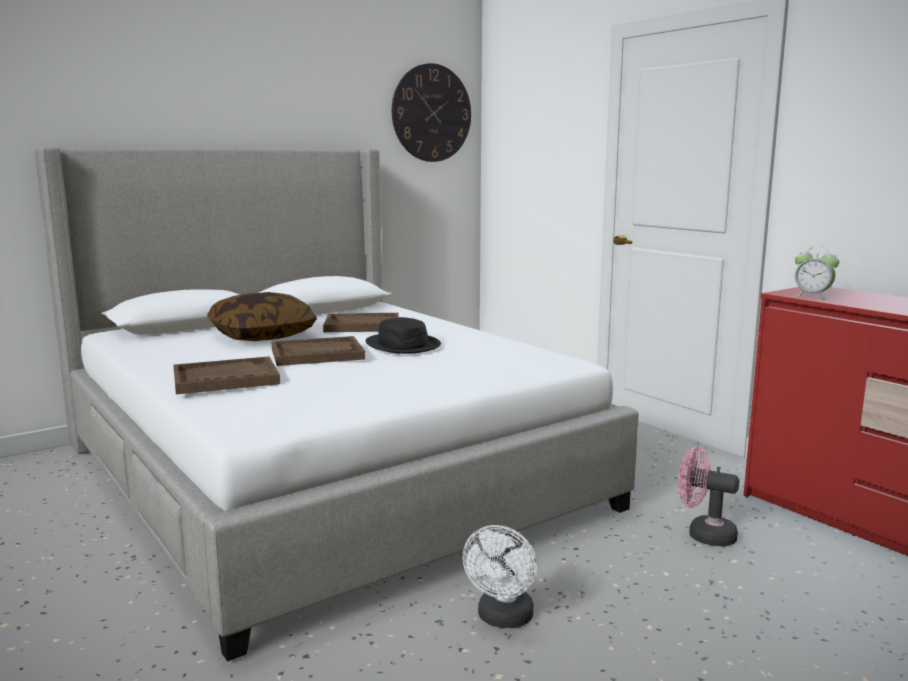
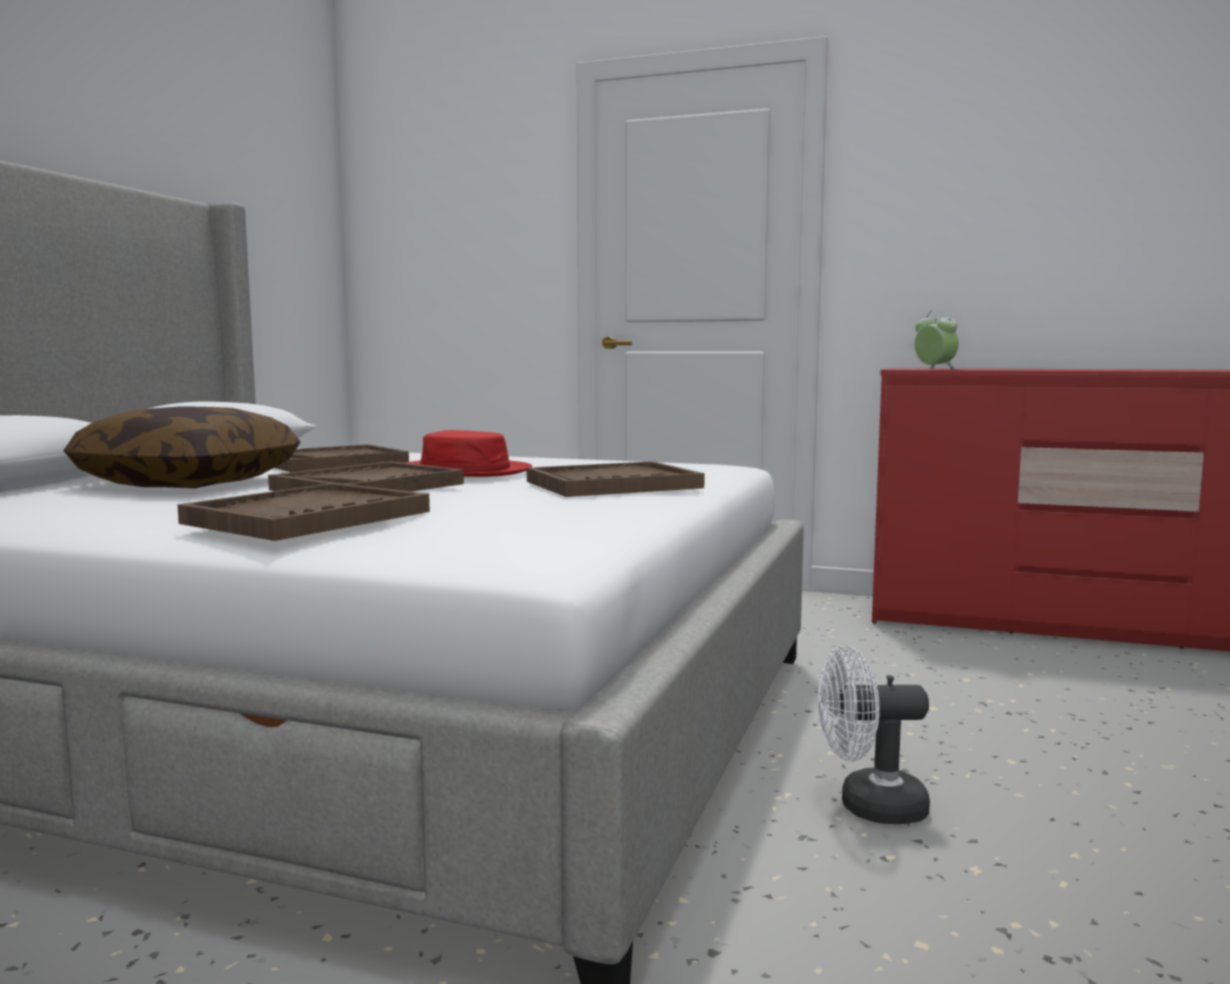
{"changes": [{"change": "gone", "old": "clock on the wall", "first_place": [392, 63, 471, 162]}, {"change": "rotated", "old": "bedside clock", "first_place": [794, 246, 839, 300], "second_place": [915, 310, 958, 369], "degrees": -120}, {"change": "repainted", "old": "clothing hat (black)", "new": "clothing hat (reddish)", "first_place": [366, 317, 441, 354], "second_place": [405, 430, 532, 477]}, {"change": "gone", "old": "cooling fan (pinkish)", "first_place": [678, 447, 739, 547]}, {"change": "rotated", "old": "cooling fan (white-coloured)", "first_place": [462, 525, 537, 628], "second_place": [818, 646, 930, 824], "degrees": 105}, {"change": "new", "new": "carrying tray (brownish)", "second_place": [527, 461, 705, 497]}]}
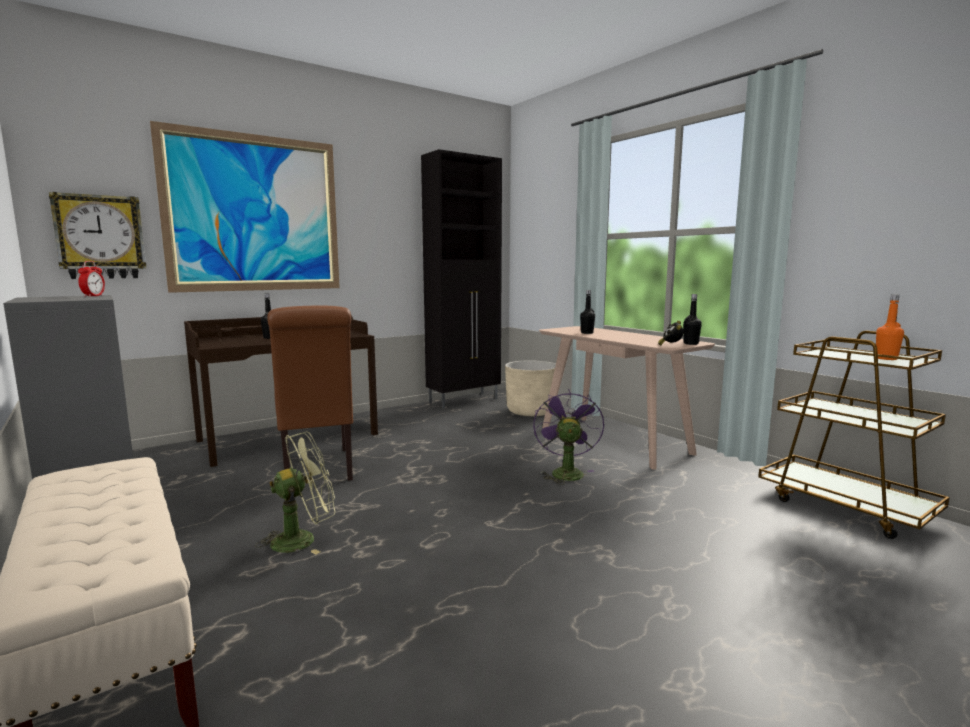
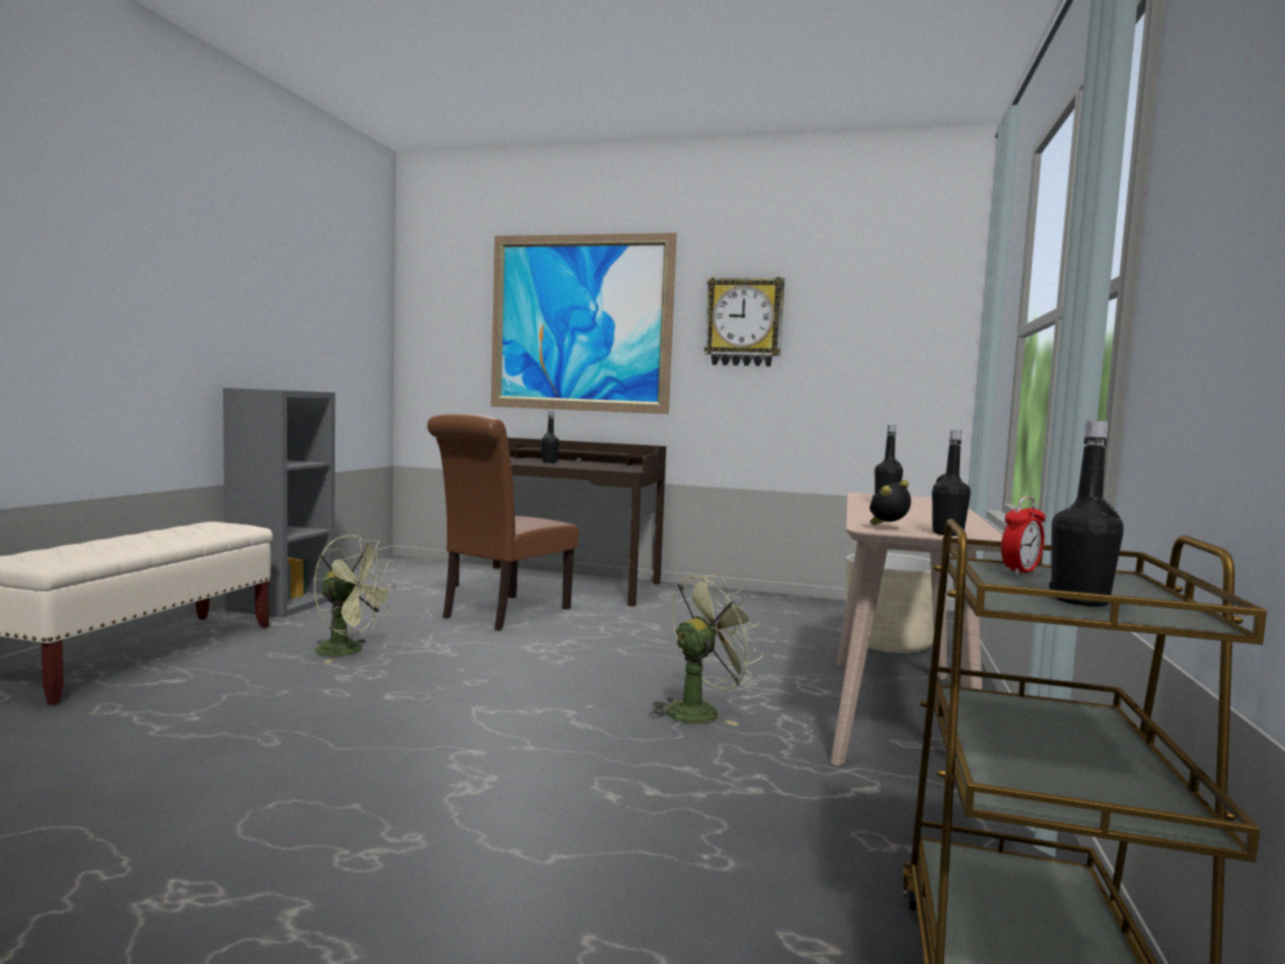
{"changes": [{"change": "gone", "old": "cupboard (black)", "first_place": [421, 149, 502, 409]}, {"change": "shifted", "old": "clock on the wall", "first_place": [49, 192, 146, 279], "second_place": [704, 277, 785, 366]}, {"change": "shifted", "old": "bedside clock", "first_place": [78, 261, 105, 297], "second_place": [1001, 496, 1045, 575]}, {"change": "repainted", "old": "bottle (orangey)", "new": "bottle (black)", "first_place": [876, 294, 904, 360], "second_place": [1050, 421, 1123, 606]}, {"change": "repainted", "old": "cooling fan (purple)", "new": "cooling fan (green)", "first_place": [533, 389, 604, 485], "second_place": [649, 573, 763, 726]}]}
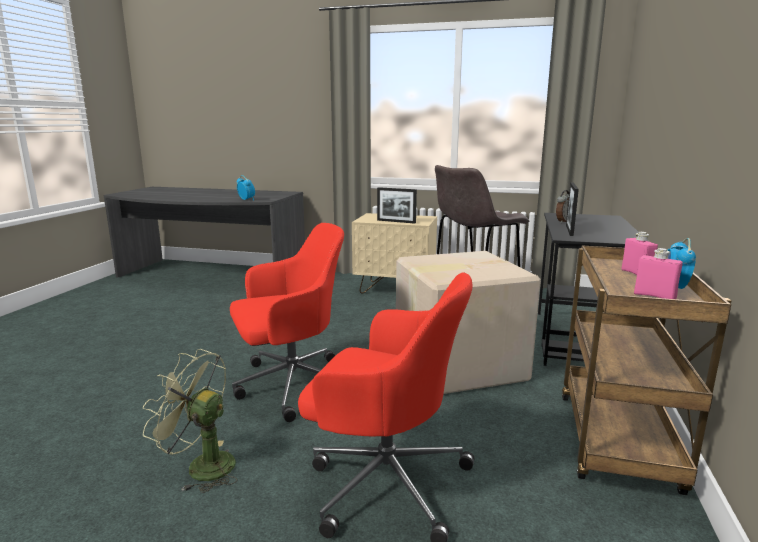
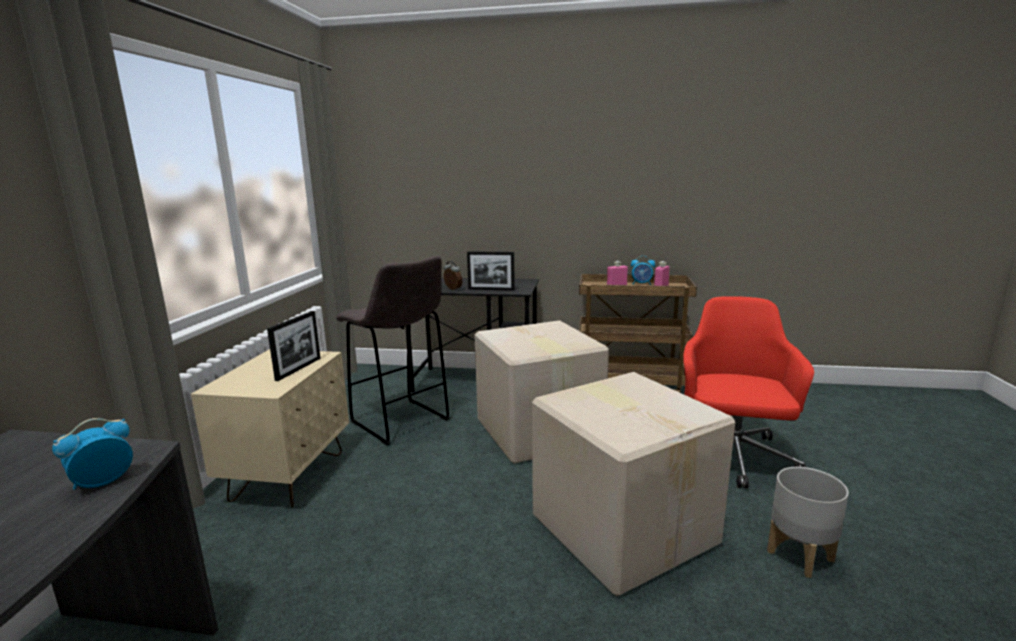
{"changes": [{"change": "swapped", "old": "office chair (reddish)", "new": "packing box", "first_place": [230, 223, 344, 422], "second_place": [532, 372, 735, 596]}, {"change": "swapped", "old": "cooling fan (green)", "new": "plant pot (greyish)", "first_place": [143, 349, 237, 493], "second_place": [767, 467, 849, 578]}]}
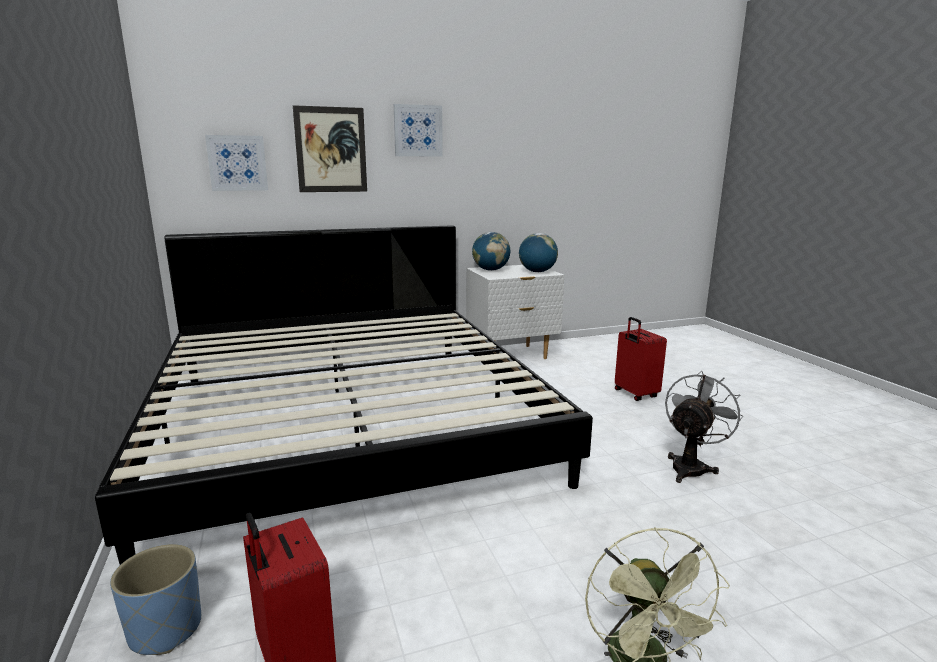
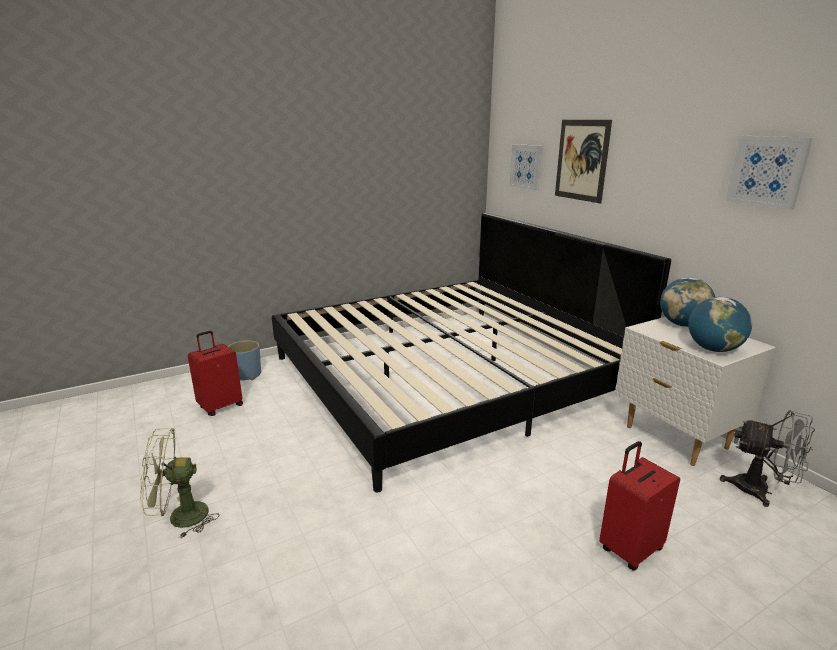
{"changes": [{"change": "shifted", "old": "picture", "first_place": [394, 104, 443, 157], "second_place": [725, 136, 813, 210]}, {"change": "shifted", "old": "cooling fan (greyish)", "first_place": [665, 371, 743, 483], "second_place": [720, 410, 815, 507]}]}
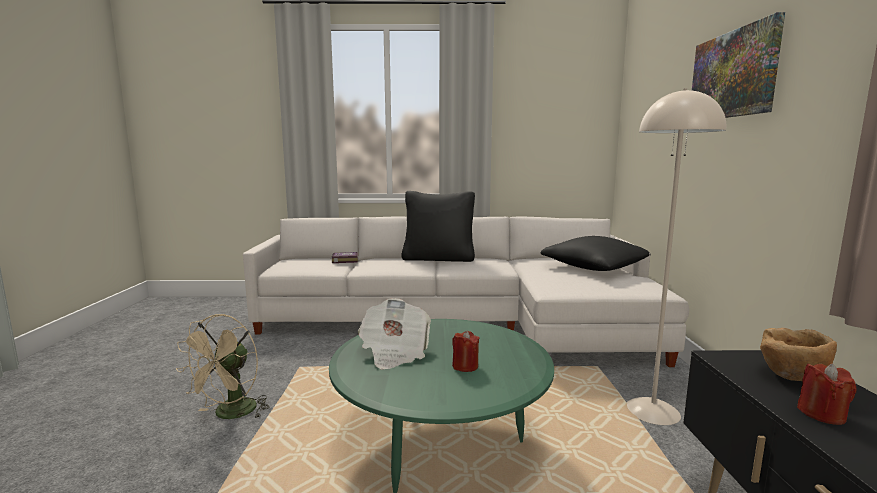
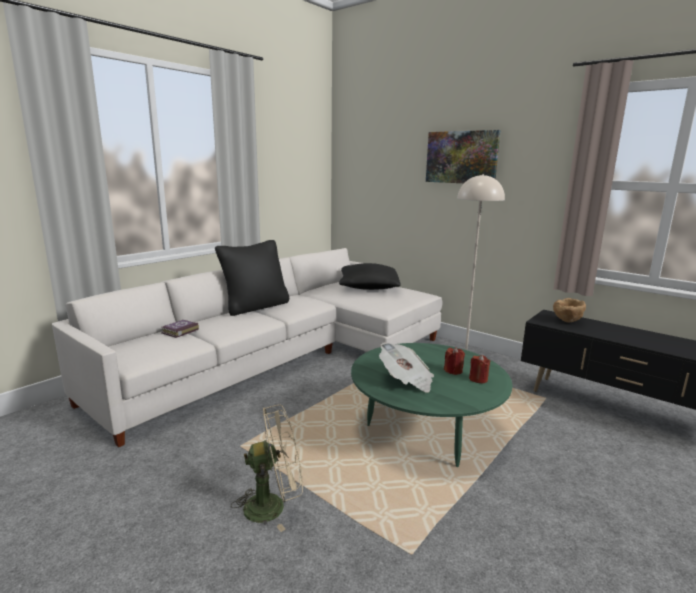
{"changes": [{"change": "rotated", "old": "cooling fan (sand-coloured)", "first_place": [176, 314, 270, 419], "second_place": [231, 404, 303, 532], "degrees": -75}, {"change": "shifted", "old": "wax candle (reddish)", "first_place": [797, 364, 856, 425], "second_place": [469, 355, 491, 383]}]}
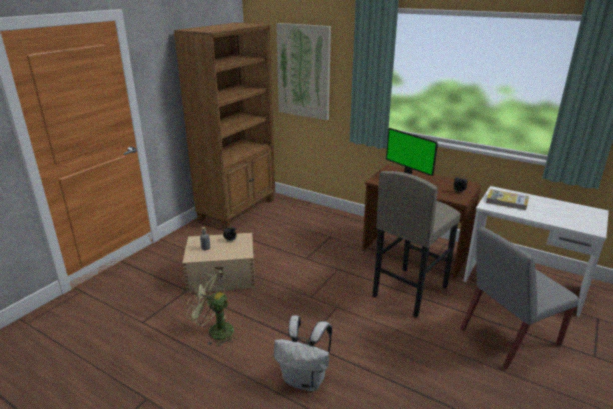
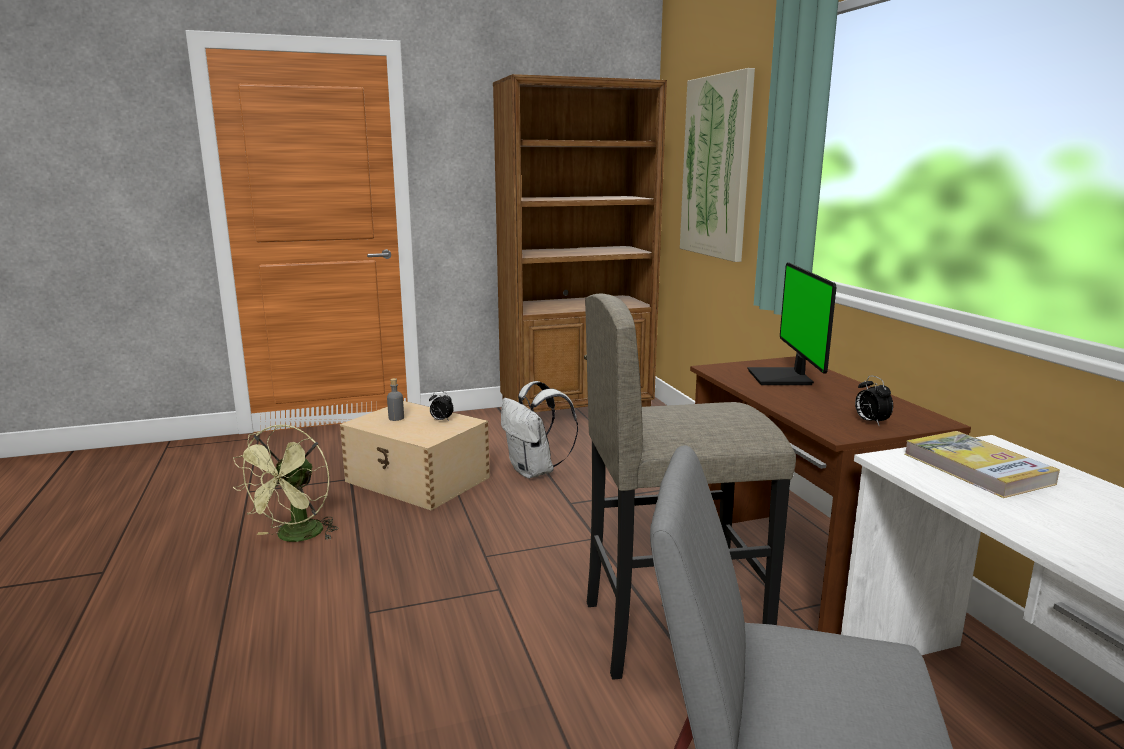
{"changes": [{"change": "rotated", "old": "cooling fan (green)", "first_place": [187, 268, 236, 346], "second_place": [233, 424, 339, 542], "degrees": -135}, {"change": "shifted", "old": "knapsack (white-coloured)", "first_place": [274, 315, 332, 391], "second_place": [501, 381, 578, 479]}]}
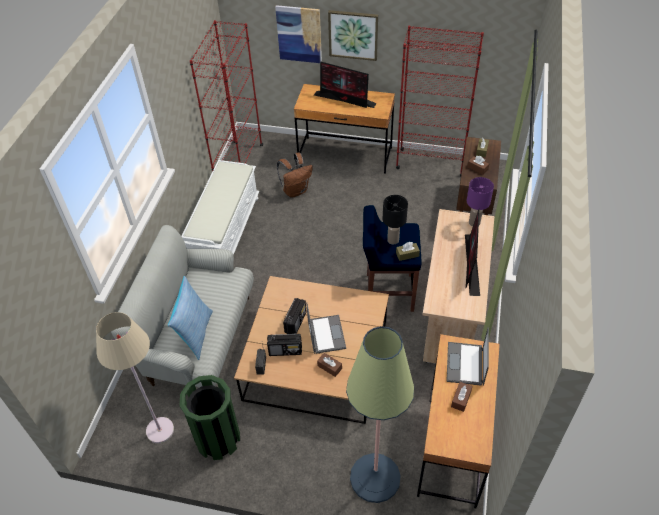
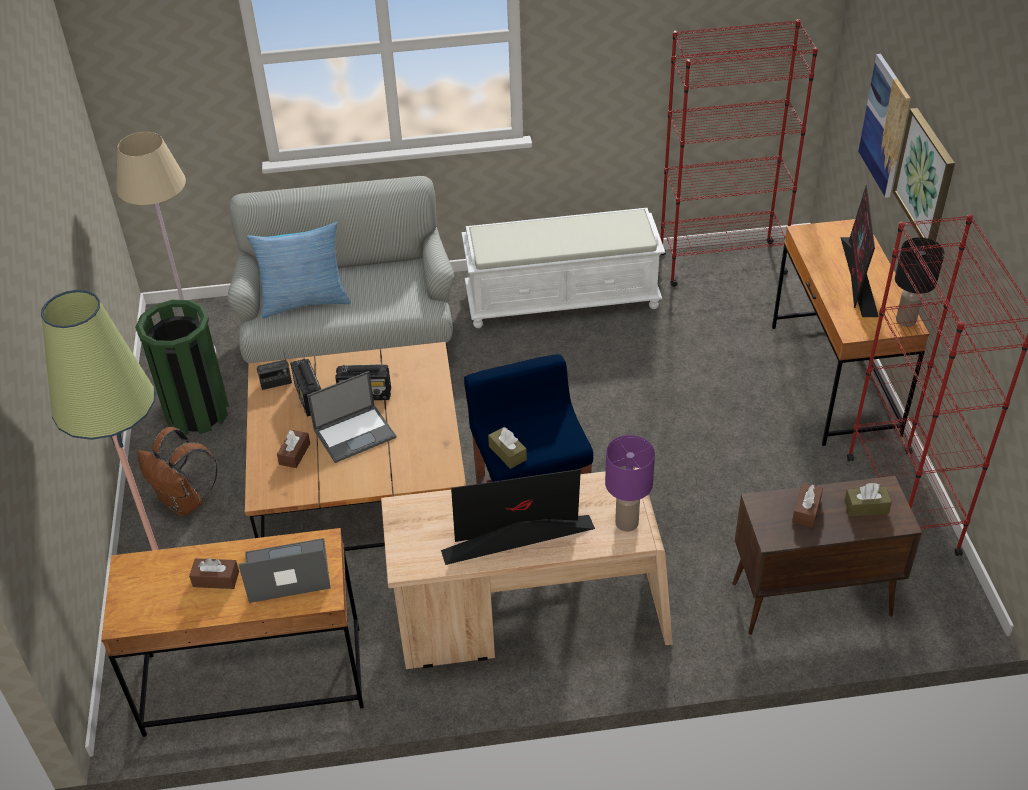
{"changes": [{"change": "shifted", "old": "knapsack (brownish)", "first_place": [277, 153, 312, 198], "second_place": [137, 427, 217, 517]}, {"change": "shifted", "old": "lamp for a table (black)", "first_place": [383, 195, 408, 244], "second_place": [895, 237, 945, 327]}]}
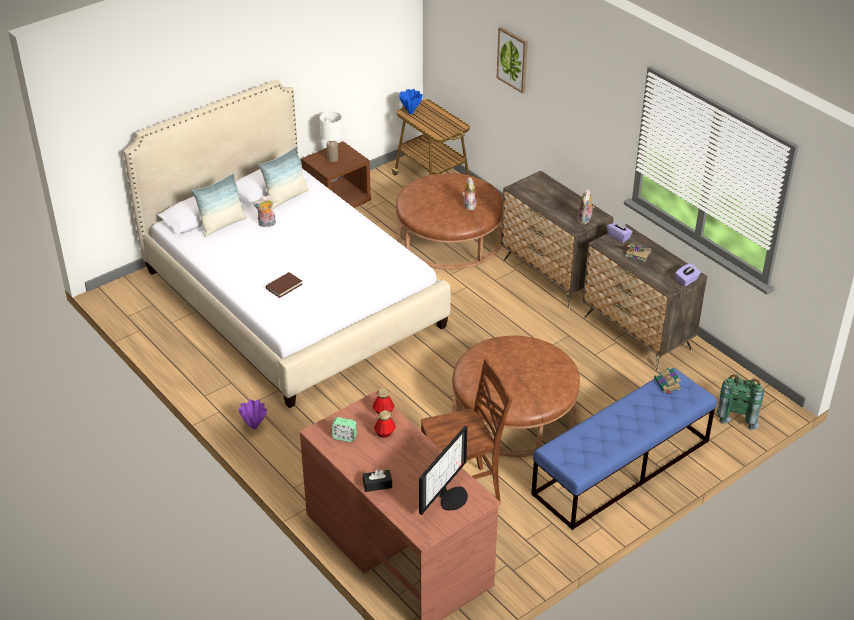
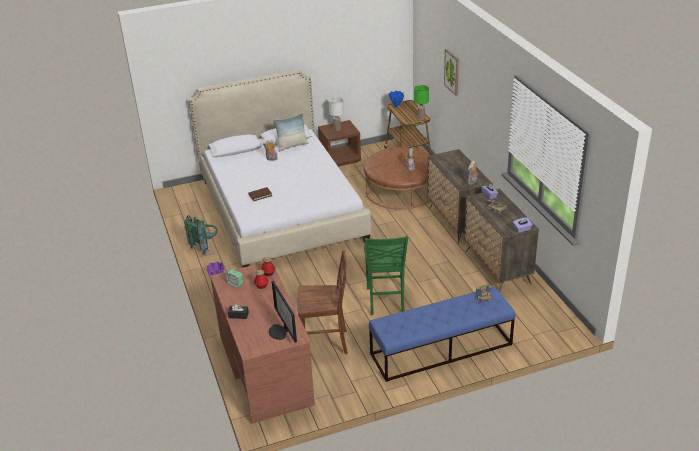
{"changes": [{"change": "gone", "old": "pillow", "first_place": [191, 173, 247, 237]}, {"change": "swapped", "old": "footrest (brownish)", "new": "chair (green)", "first_place": [452, 336, 580, 457], "second_place": [364, 236, 408, 315]}, {"change": "shifted", "old": "knapsack (green)", "first_place": [717, 374, 764, 430], "second_place": [184, 215, 218, 254]}, {"change": "rotated", "old": "monitor", "first_place": [419, 426, 468, 515], "second_place": [269, 281, 297, 343], "degrees": 105}, {"change": "new", "new": "lamp for a table (green)", "second_place": [414, 85, 429, 120]}]}
